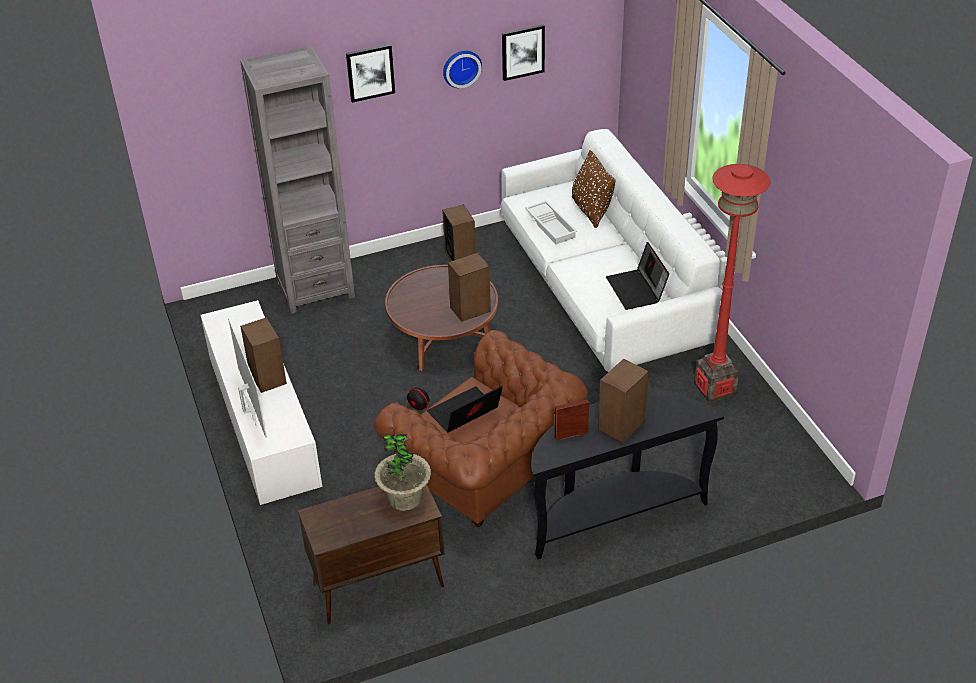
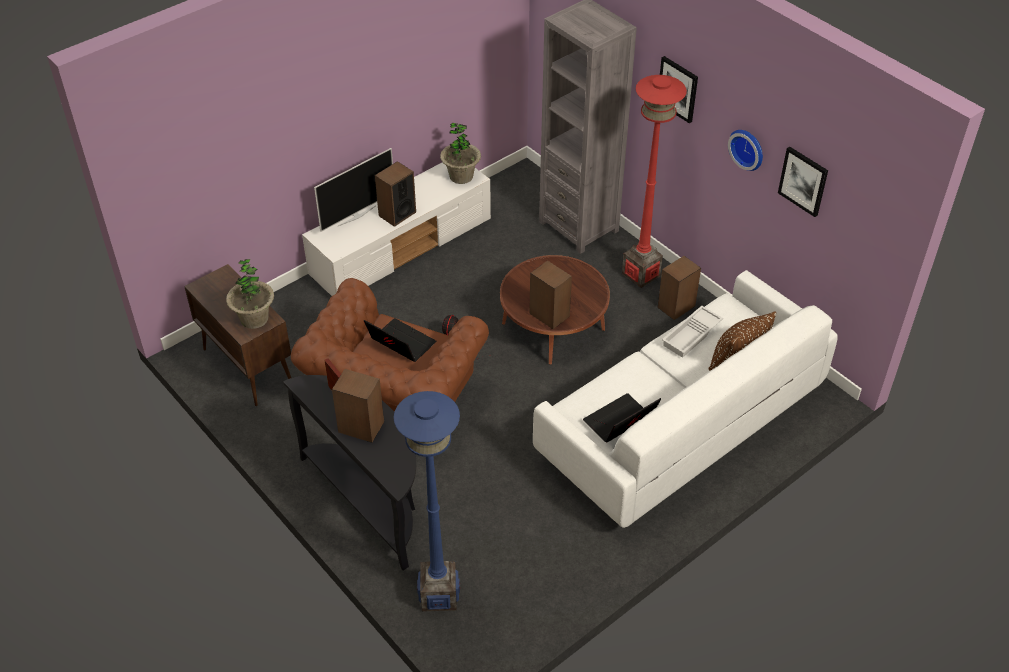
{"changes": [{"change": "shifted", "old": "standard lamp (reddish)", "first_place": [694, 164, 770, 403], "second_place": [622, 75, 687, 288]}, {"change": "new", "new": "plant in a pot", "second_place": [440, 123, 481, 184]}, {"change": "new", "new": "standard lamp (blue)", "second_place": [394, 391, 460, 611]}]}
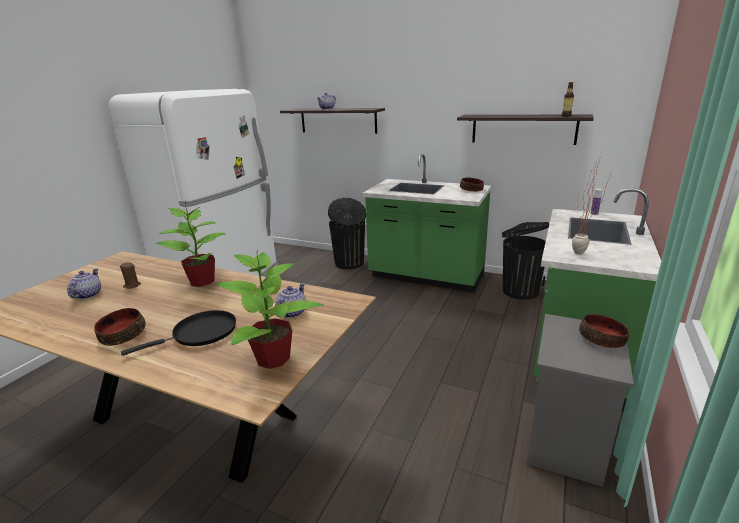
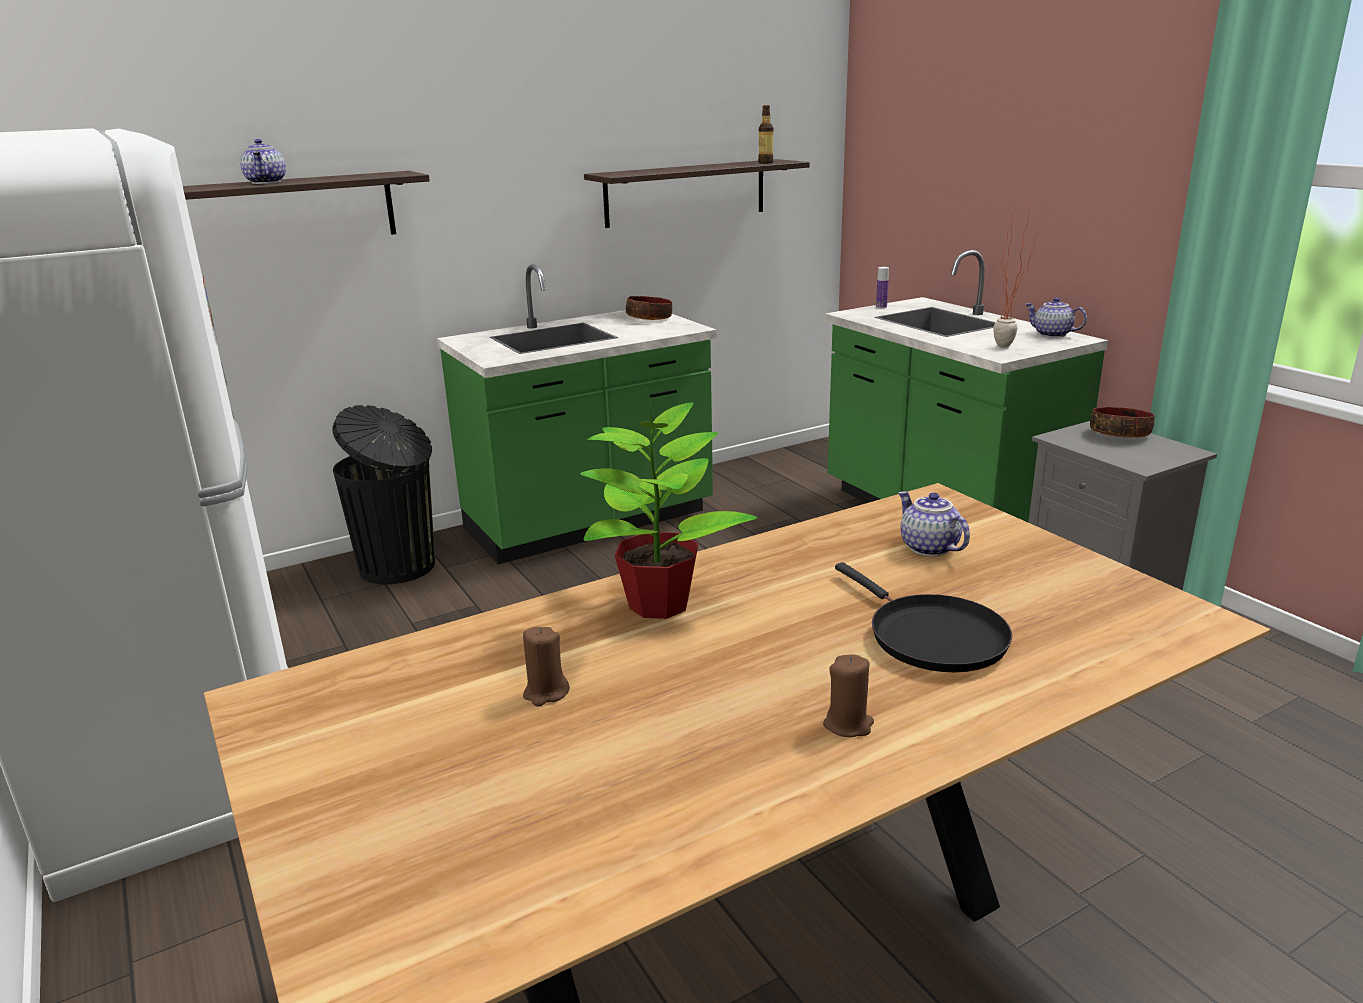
{"changes": [{"change": "gone", "old": "waste bin (black)", "first_place": [502, 222, 549, 300]}, {"change": "gone", "old": "plant in a pot", "first_place": [216, 253, 324, 369]}, {"change": "shifted", "old": "teapot", "first_place": [67, 269, 101, 299], "second_place": [1025, 297, 1087, 338]}, {"change": "swapped", "old": "deep dish", "new": "wax candle (brownish)", "first_place": [94, 308, 146, 346], "second_place": [823, 655, 874, 737]}, {"change": "rotated", "old": "pan (black)", "first_place": [121, 310, 236, 356], "second_place": [835, 562, 1012, 672], "degrees": 150}]}
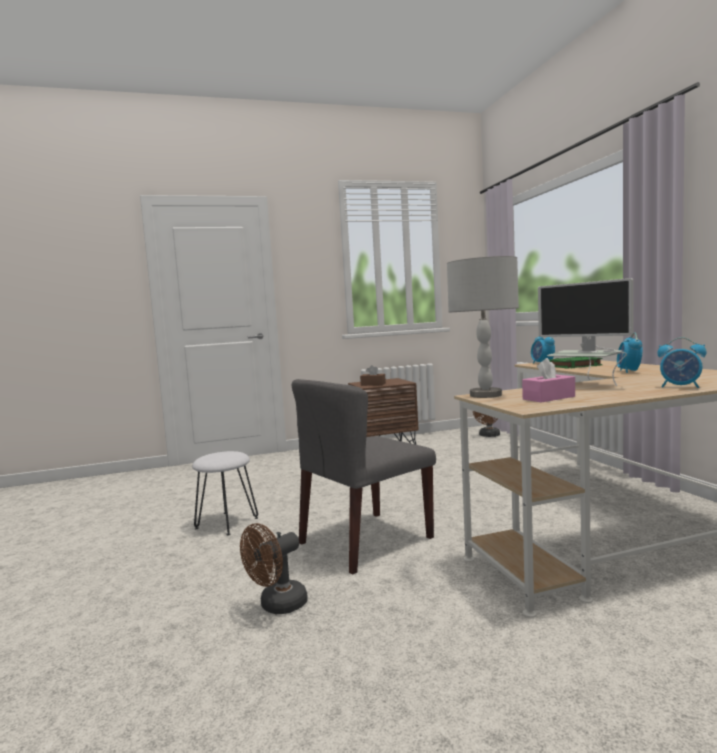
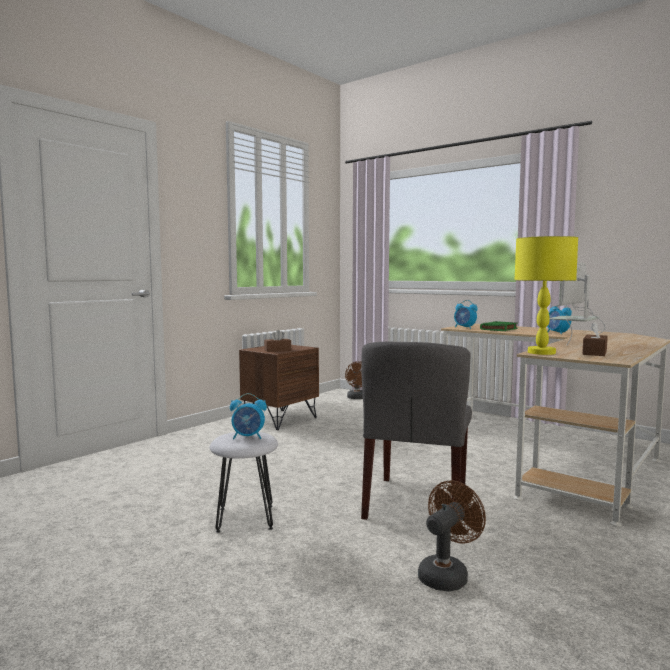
{"changes": [{"change": "repainted", "old": "lamp for a table (greyish)", "new": "lamp for a table (yellow)", "first_place": [447, 256, 519, 398], "second_place": [515, 236, 578, 355]}, {"change": "rotated", "old": "monitor", "first_place": [538, 278, 633, 387], "second_place": [550, 263, 606, 345], "degrees": 120}, {"change": "shifted", "old": "bedside clock", "first_place": [657, 337, 707, 388], "second_place": [230, 393, 267, 439]}, {"change": "repainted", "old": "box of tissues (pinkish)", "new": "box of tissues (brownish)", "first_place": [522, 358, 575, 402], "second_place": [582, 321, 608, 356]}, {"change": "rotated", "old": "cooling fan (brownish)", "first_place": [240, 523, 308, 614], "second_place": [418, 480, 486, 592], "degrees": -150}]}
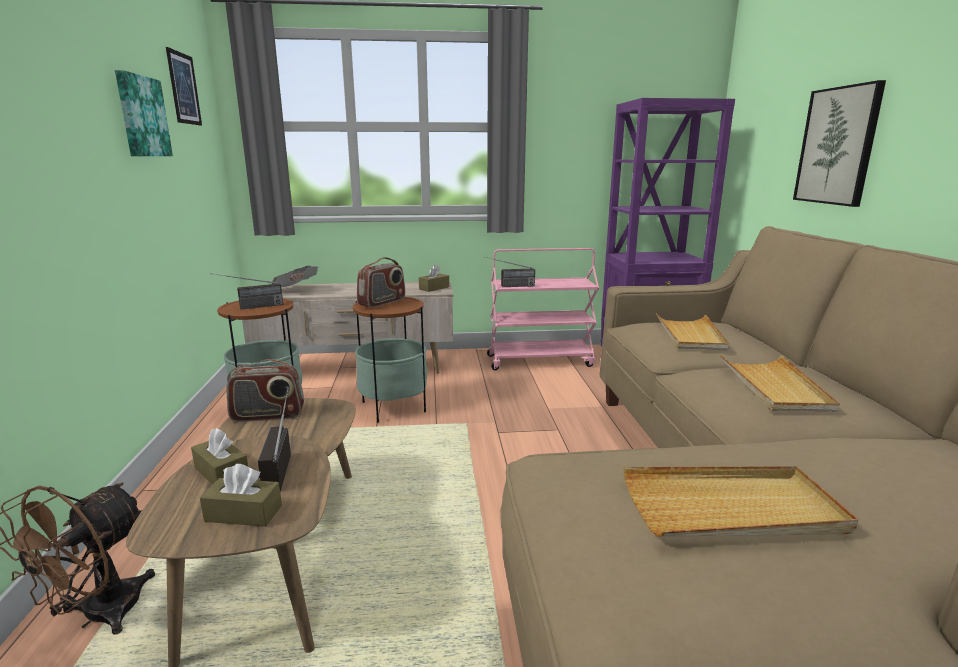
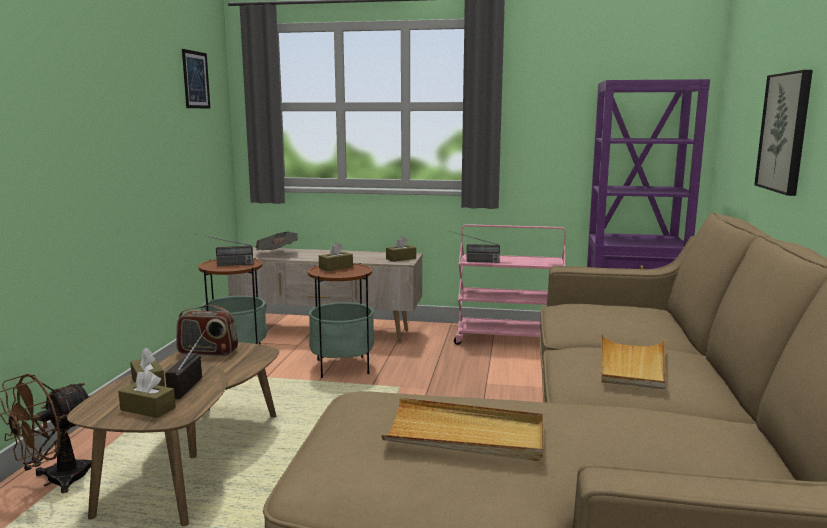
{"changes": [{"change": "gone", "old": "picture", "first_place": [115, 70, 173, 156]}, {"change": "swapped", "old": "radio set", "new": "box of tissues (brownish)", "first_place": [357, 257, 405, 308], "second_place": [319, 242, 353, 271]}, {"change": "gone", "old": "carrying tray (sand-coloured)", "first_place": [656, 313, 729, 350]}]}
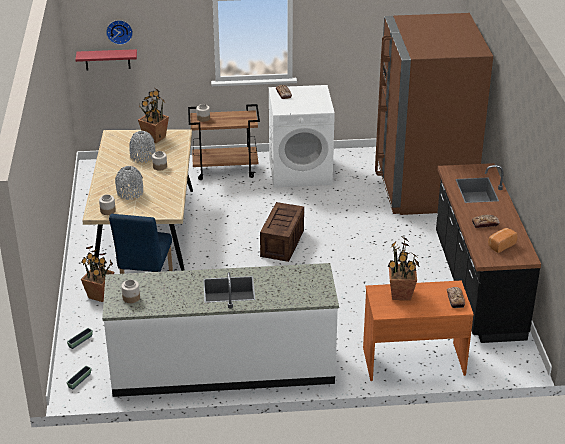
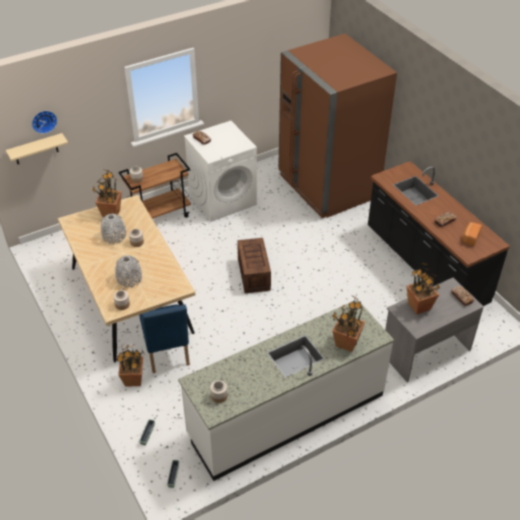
{"changes": [{"change": "repainted", "old": "bracket shelf (reddish)", "new": "bracket shelf (sand-coloured)", "first_place": [75, 49, 137, 71], "second_place": [6, 133, 68, 164]}, {"change": "repainted", "old": "desk unit (orangey)", "new": "desk unit (greyish)", "first_place": [363, 280, 474, 381], "second_place": [385, 278, 484, 382]}, {"change": "new", "new": "plant in a pot", "second_place": [333, 296, 365, 352]}]}
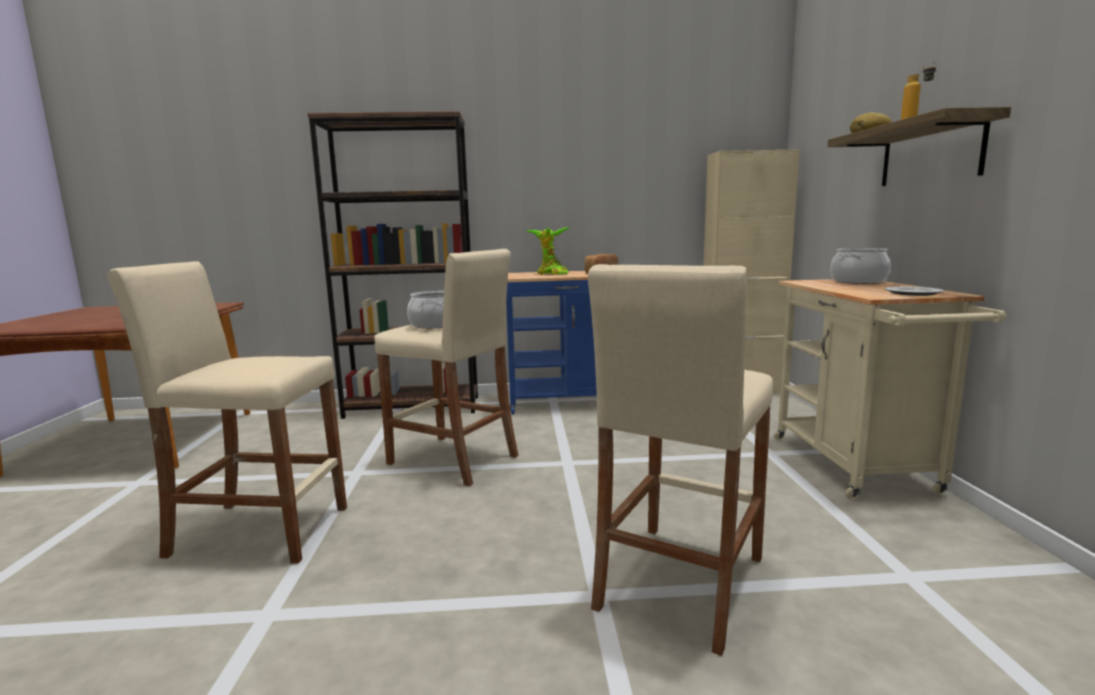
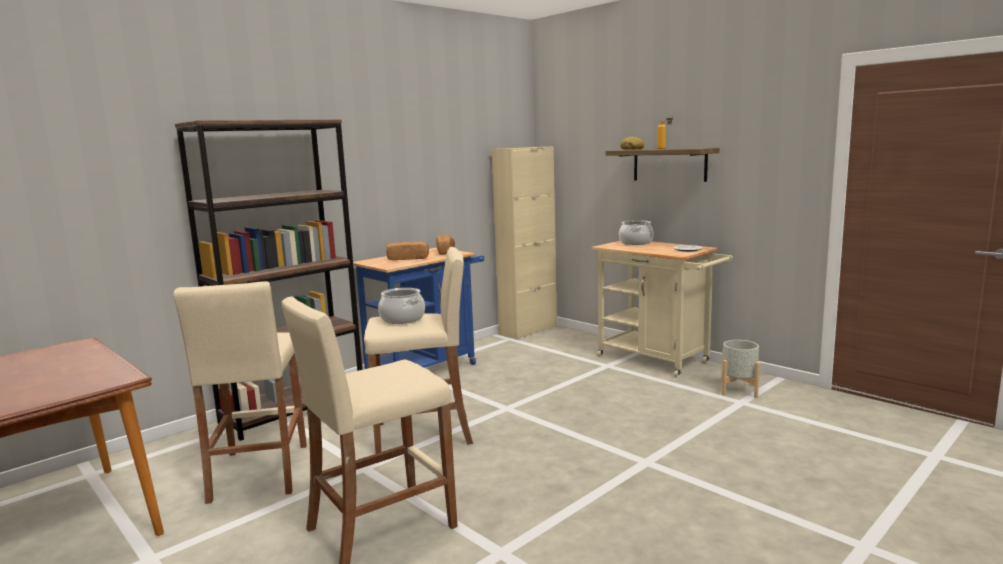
{"changes": [{"change": "swapped", "old": "plant in a pot", "new": "bakery bread", "first_place": [526, 227, 569, 275], "second_place": [386, 242, 429, 260]}, {"change": "shifted", "old": "stool (sand-coloured)", "first_place": [588, 264, 773, 656], "second_place": [174, 281, 307, 504]}, {"change": "new", "new": "plant pot (greyish)", "second_place": [721, 340, 760, 398]}]}
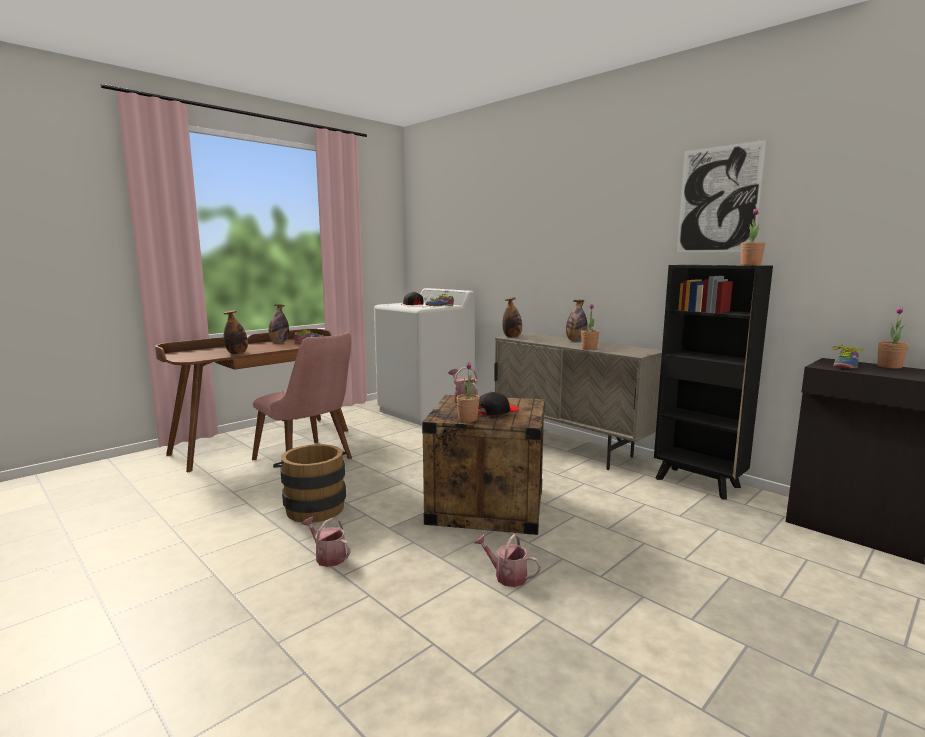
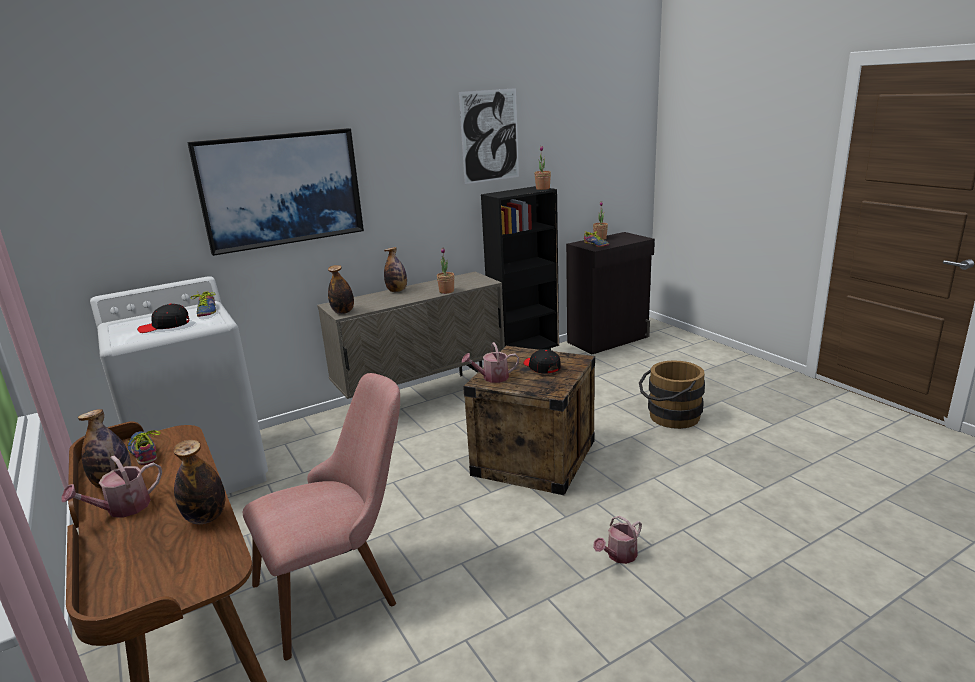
{"changes": [{"change": "gone", "old": "plant in a pot", "first_place": [456, 362, 480, 422]}, {"change": "shifted", "old": "pail (brownish)", "first_place": [273, 444, 347, 523], "second_place": [639, 360, 705, 429]}, {"change": "shifted", "old": "watering pot", "first_place": [474, 534, 541, 587], "second_place": [61, 456, 162, 518]}, {"change": "new", "new": "picture", "second_place": [187, 128, 364, 256]}]}
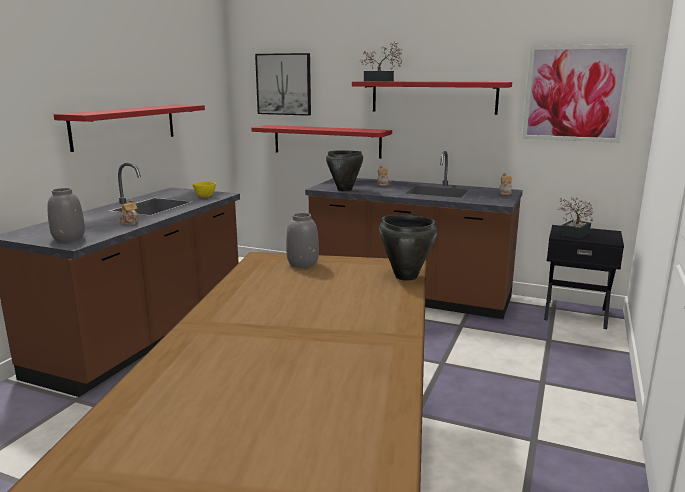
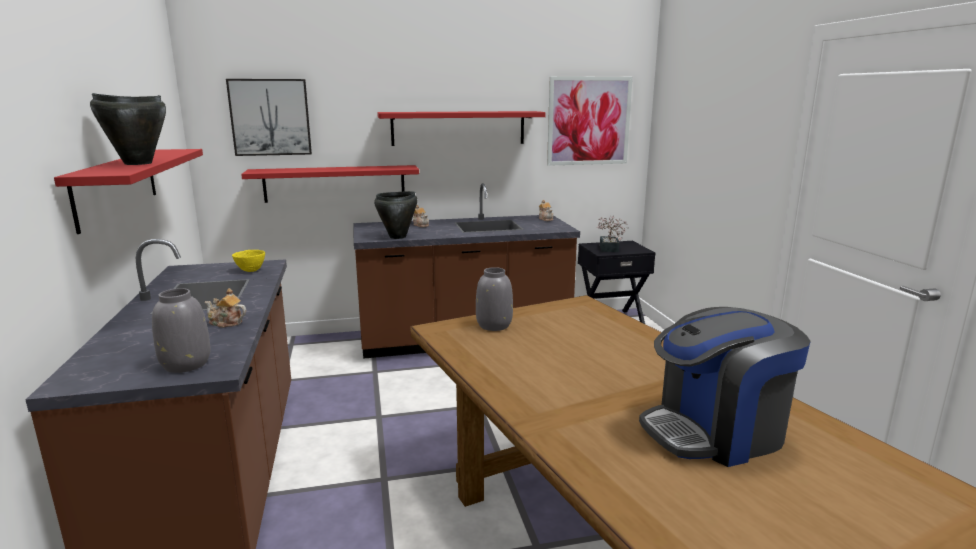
{"changes": [{"change": "gone", "old": "plant in a pot", "first_place": [359, 42, 403, 81]}, {"change": "shifted", "old": "cooking pot (black)", "first_place": [379, 215, 437, 281], "second_place": [90, 93, 166, 165]}, {"change": "new", "new": "coffee brewer", "second_place": [639, 307, 811, 467]}]}
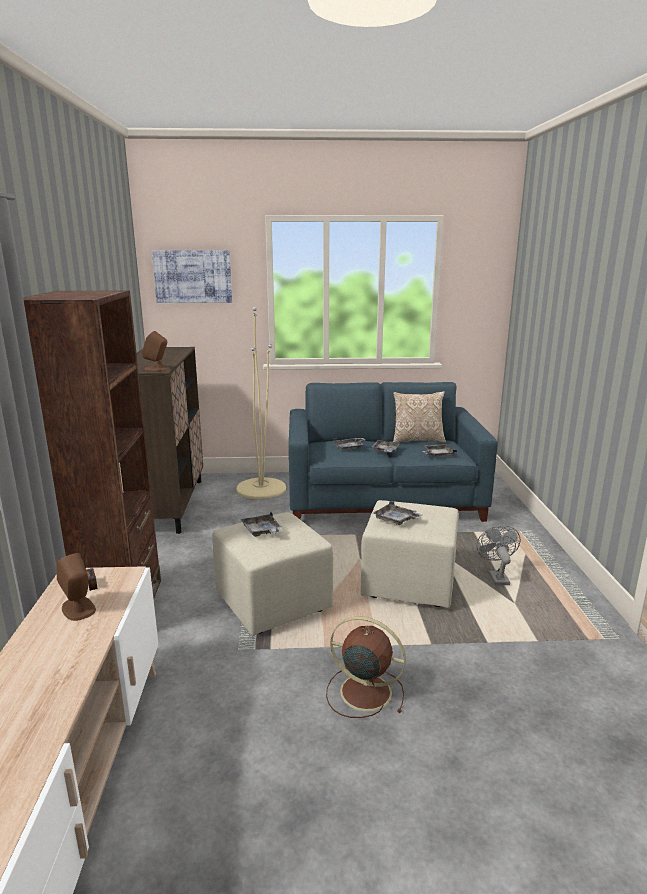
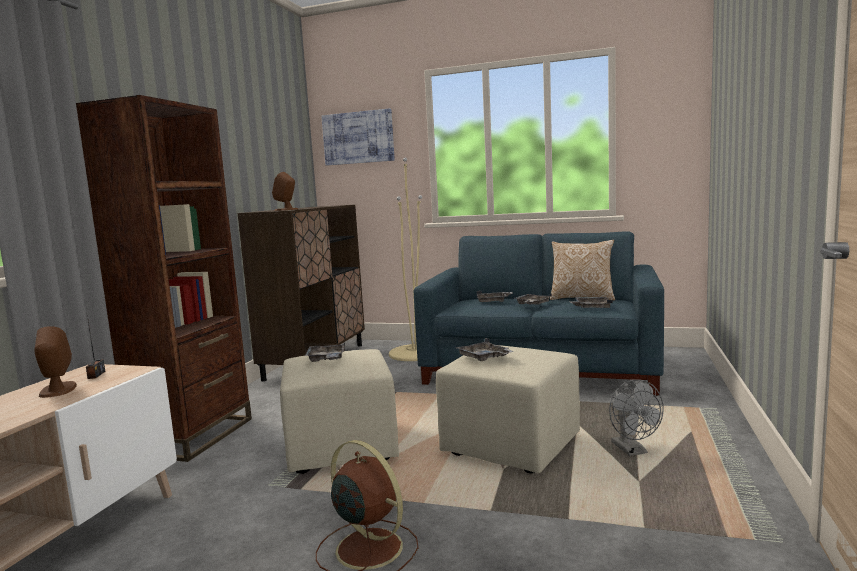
{"changes": [{"change": "rotated", "old": "cooling fan (greyish)", "first_place": [476, 525, 521, 586], "second_place": [609, 379, 664, 456], "degrees": 150}]}
